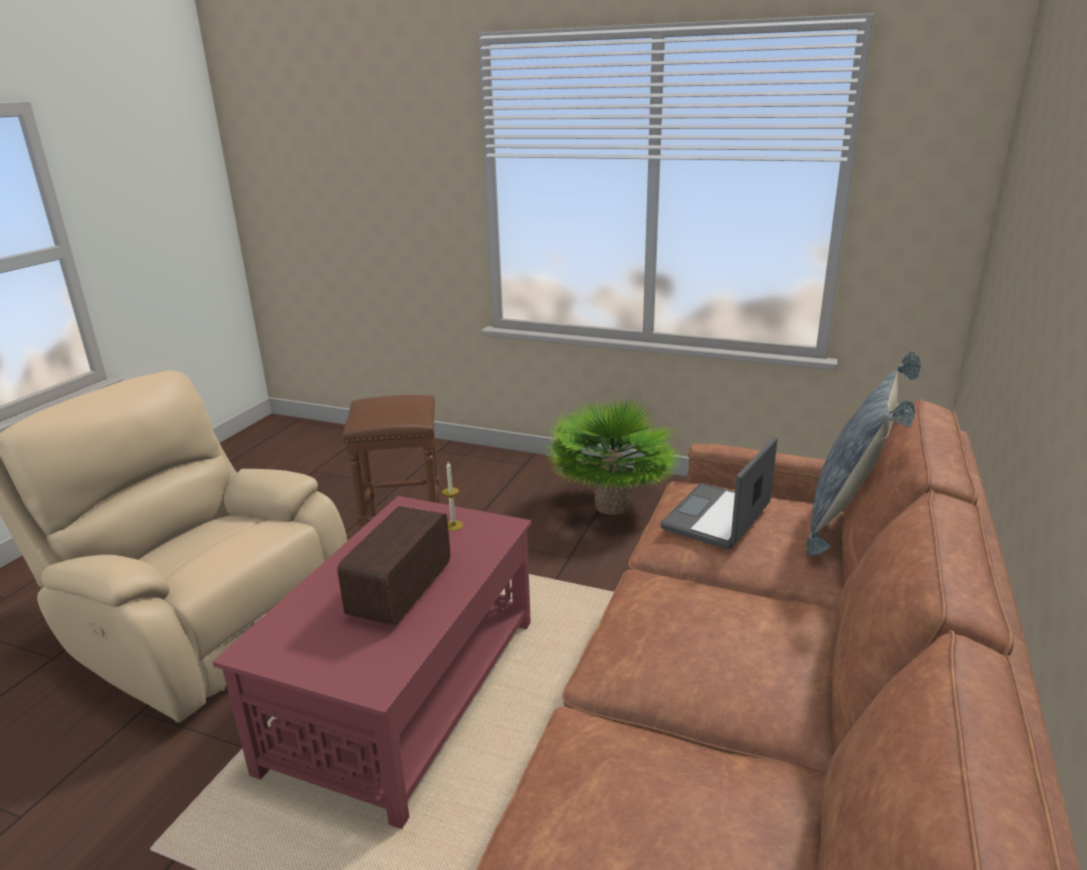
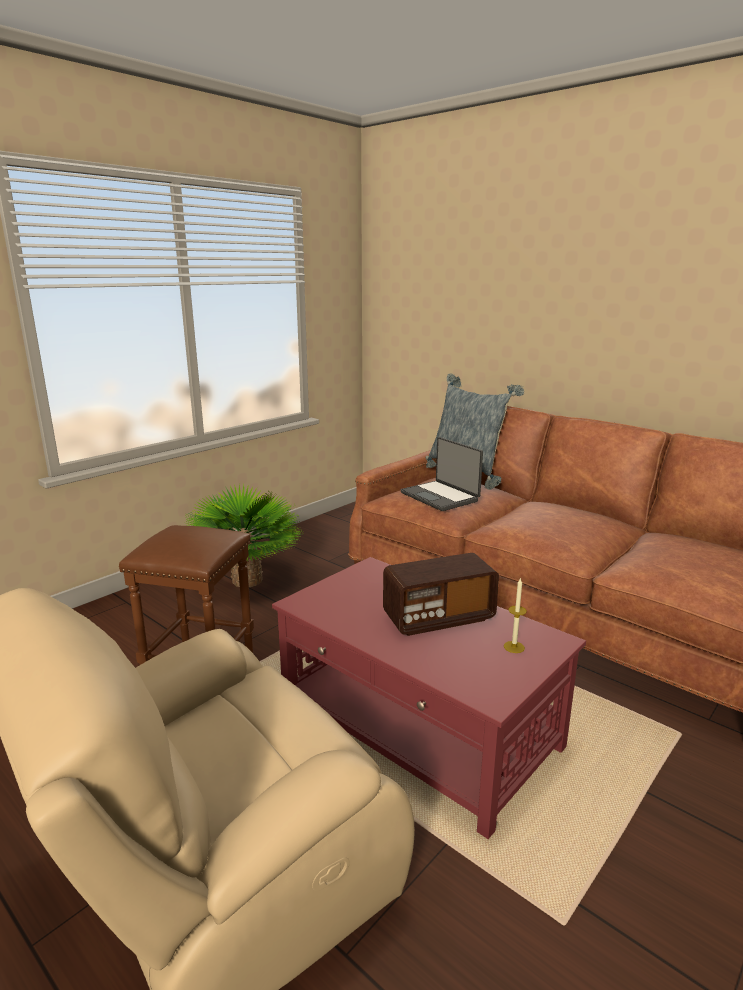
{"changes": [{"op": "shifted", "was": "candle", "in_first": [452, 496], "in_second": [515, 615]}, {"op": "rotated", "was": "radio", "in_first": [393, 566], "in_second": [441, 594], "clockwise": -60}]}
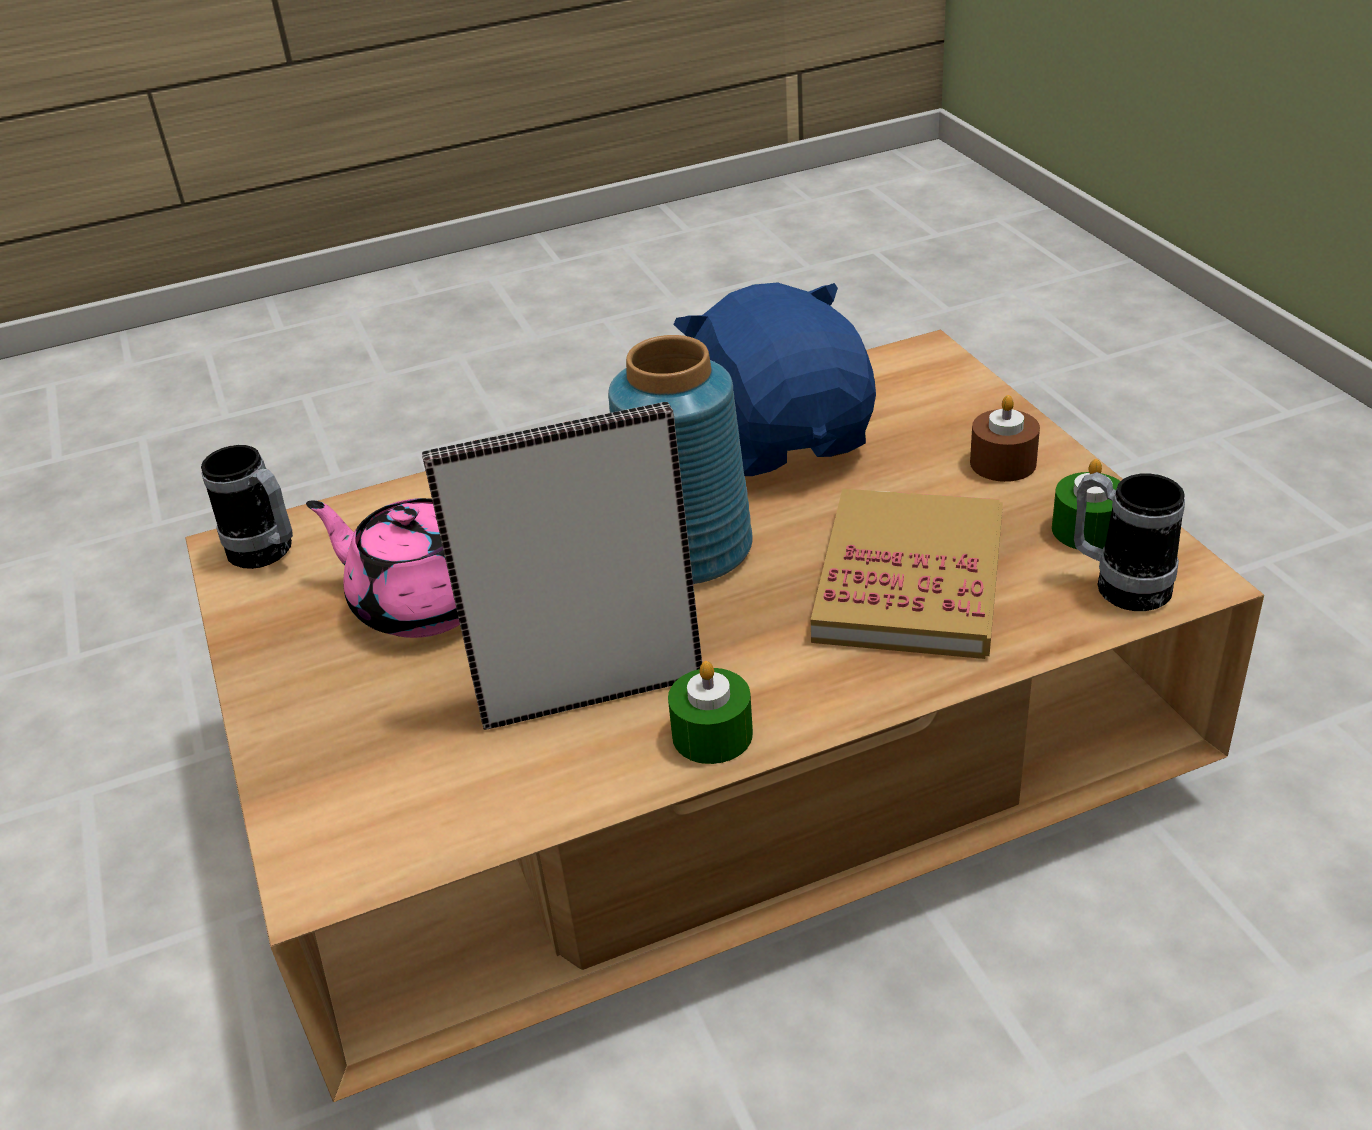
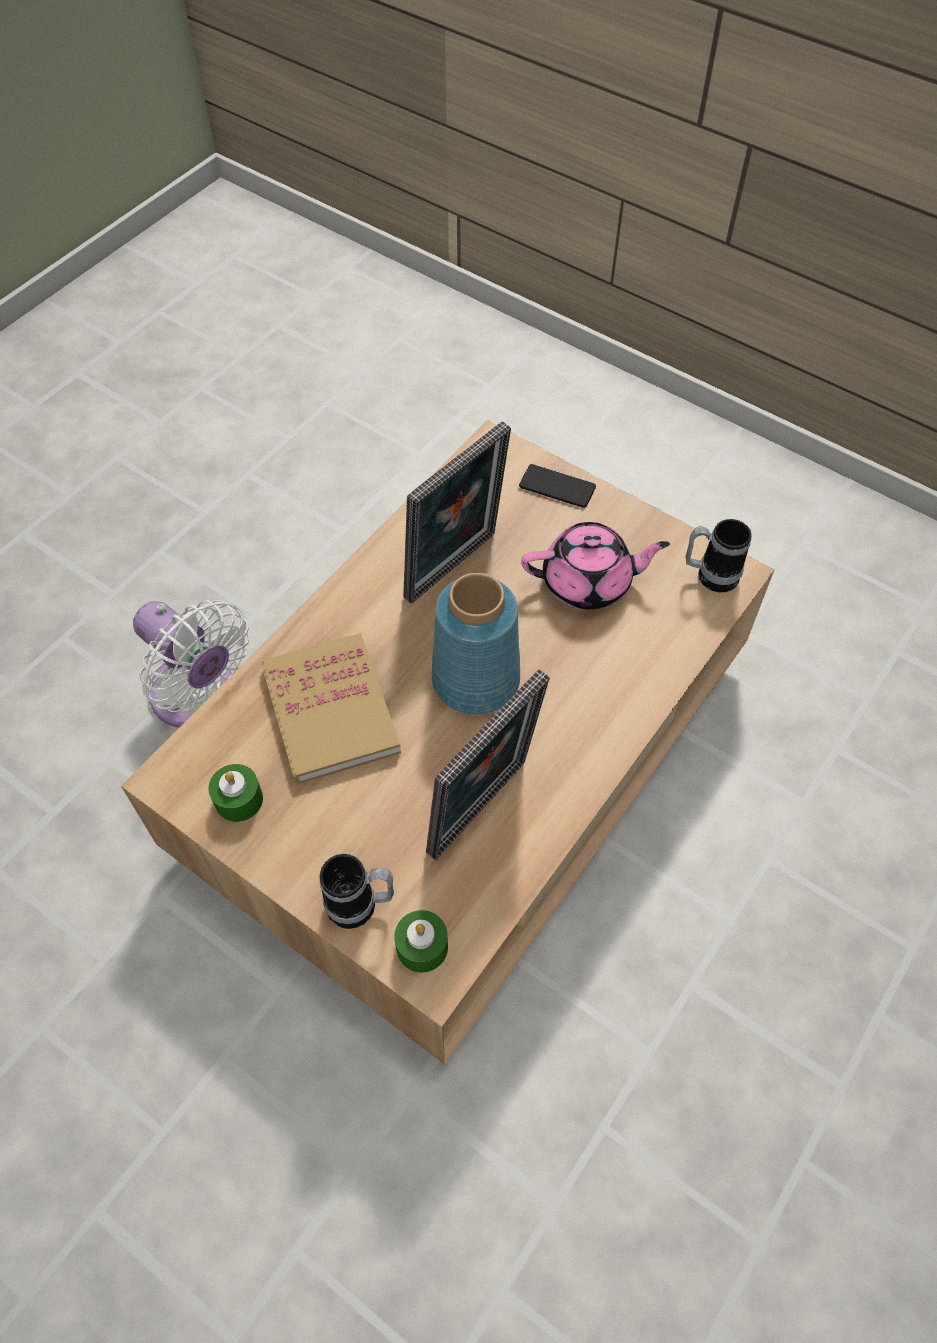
{"changes": [{"op": "gone", "was": "candle (brown)", "in_first": [1005, 438]}, {"op": "new", "now": "fan (white)", "in_second": [191, 663]}, {"op": "new", "now": "phone", "in_second": [557, 486]}, {"op": "shifted", "was": "candle (green)", "in_first": [710, 712], "in_second": [421, 941]}, {"op": "shifted", "was": "mug", "in_first": [1129, 541], "in_second": [356, 891]}, {"op": "swapped", "was": "plush toy (blue)", "now": "picture frame", "in_first": [774, 379], "in_second": [488, 764]}]}
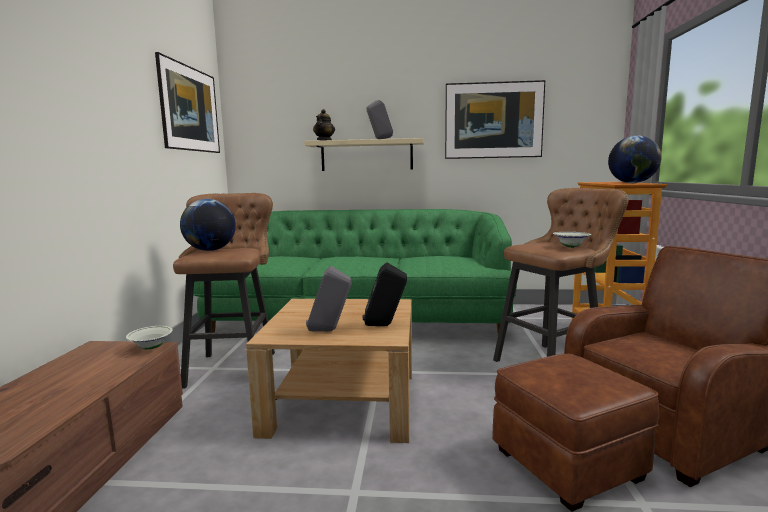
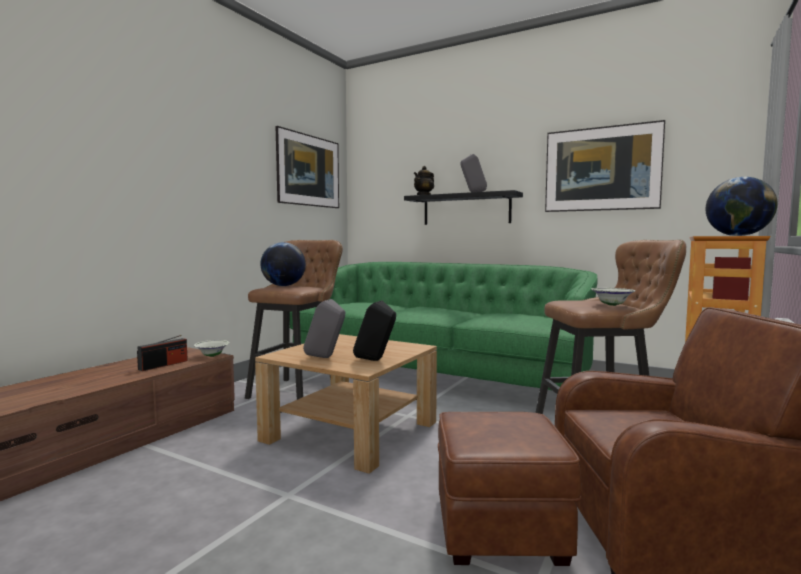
{"changes": [{"op": "new", "now": "radio", "in_second": [162, 353]}, {"op": "repainted", "was": "shelf (beige)", "now": "shelf (black)", "in_first": [364, 154], "in_second": [463, 207]}]}
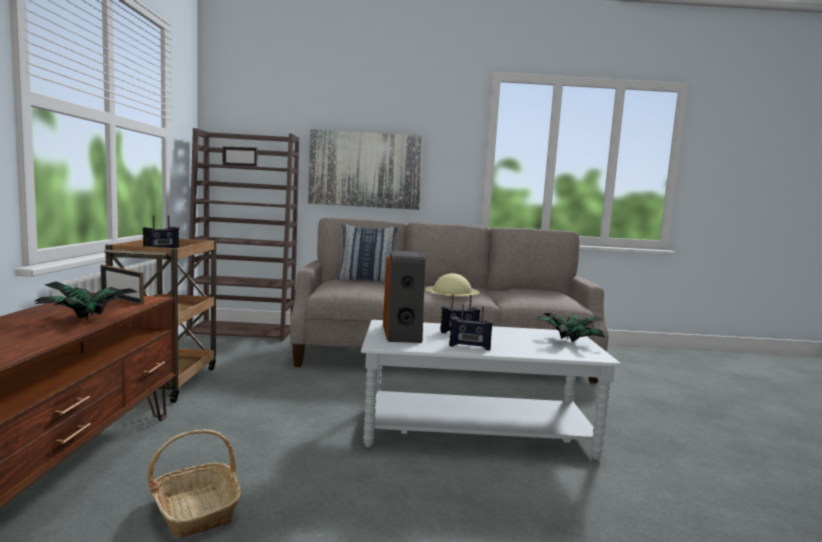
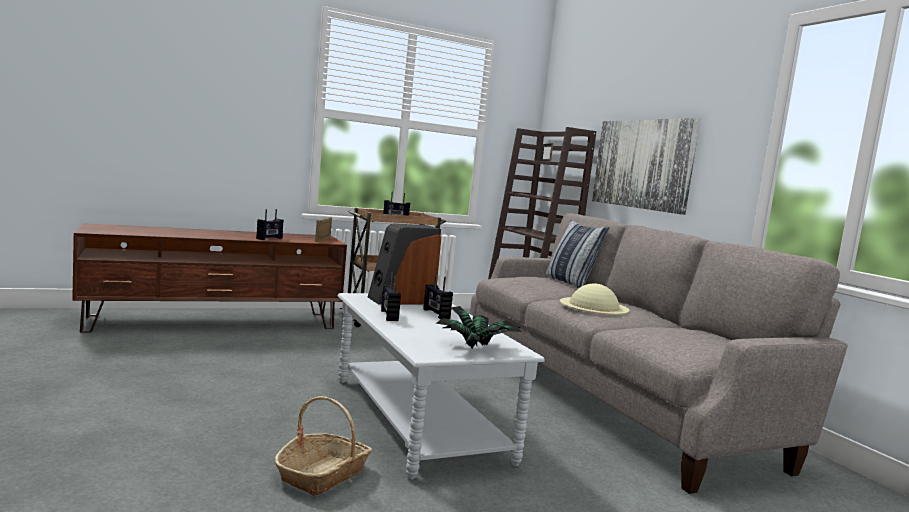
{"changes": [{"op": "shifted", "was": "basket", "in_first": [195, 484], "in_second": [323, 446]}, {"op": "swapped", "was": "potted plant", "now": "radio", "in_first": [86, 301], "in_second": [270, 224]}]}
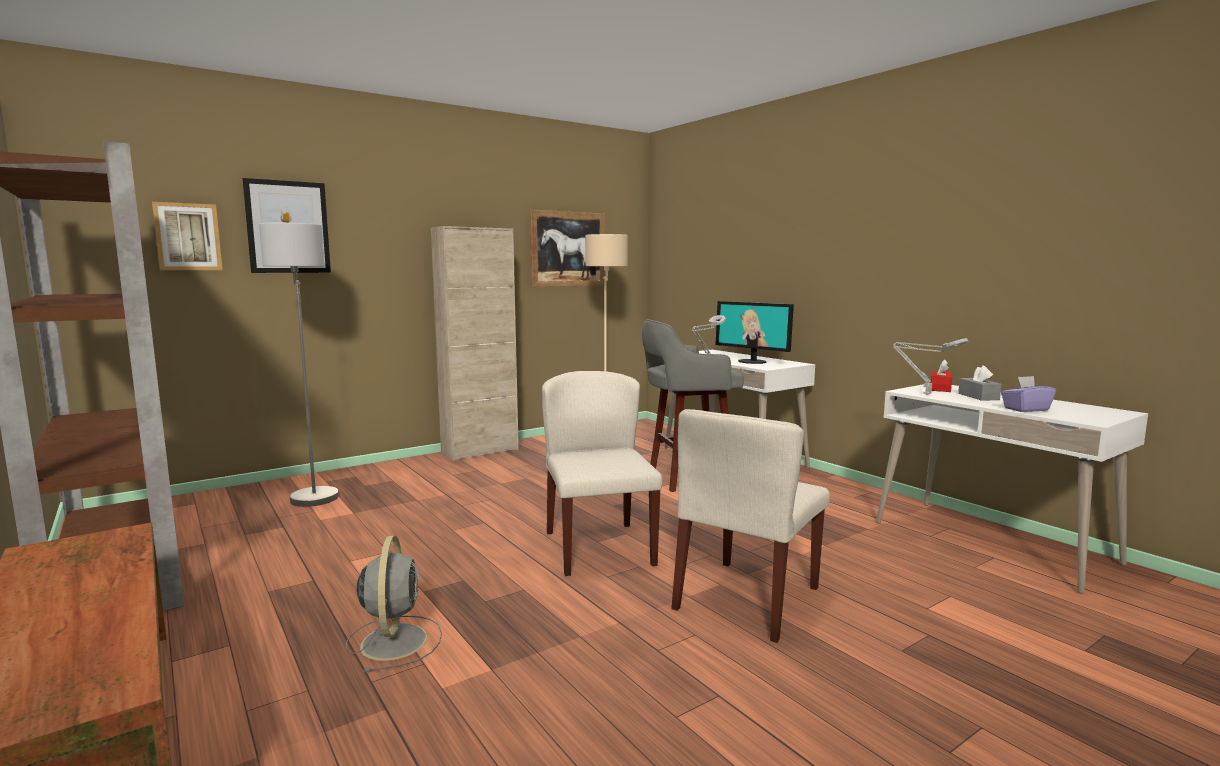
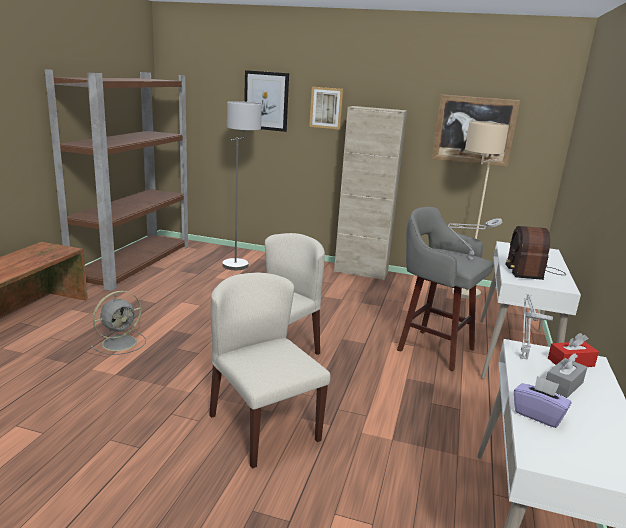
{"changes": [{"op": "shifted", "was": "picture", "in_first": [187, 236], "in_second": [326, 108]}, {"op": "swapped", "was": "monitor", "now": "radio", "in_first": [755, 332], "in_second": [535, 253]}, {"op": "rotated", "was": "chair (beige)", "in_first": [750, 526], "in_second": [270, 370], "clockwise": 60}]}
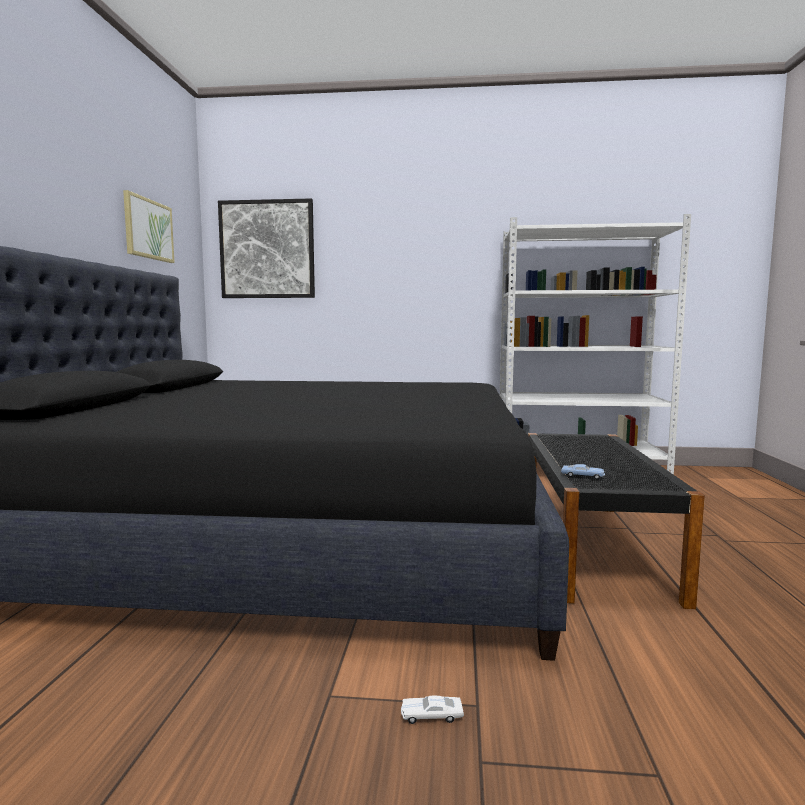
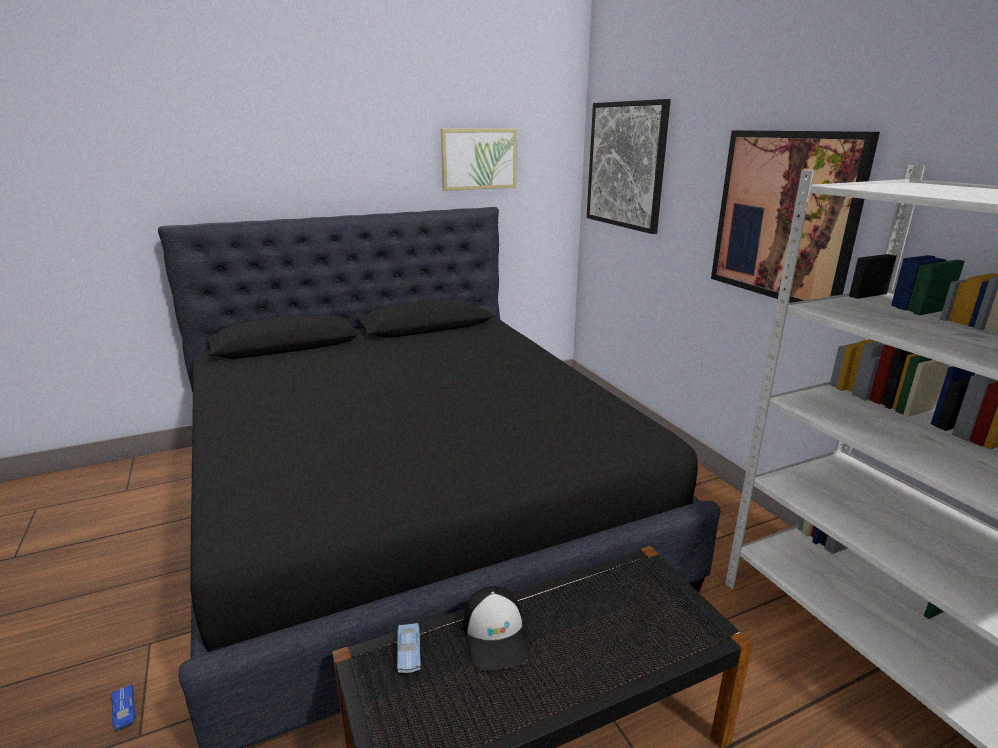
{"changes": [{"op": "new", "now": "cap", "in_second": [497, 628]}, {"op": "new", "now": "picture", "in_second": [795, 216]}, {"op": "repainted", "was": "toy car (white)", "now": "toy car (blue)", "in_first": [432, 710], "in_second": [123, 707]}]}
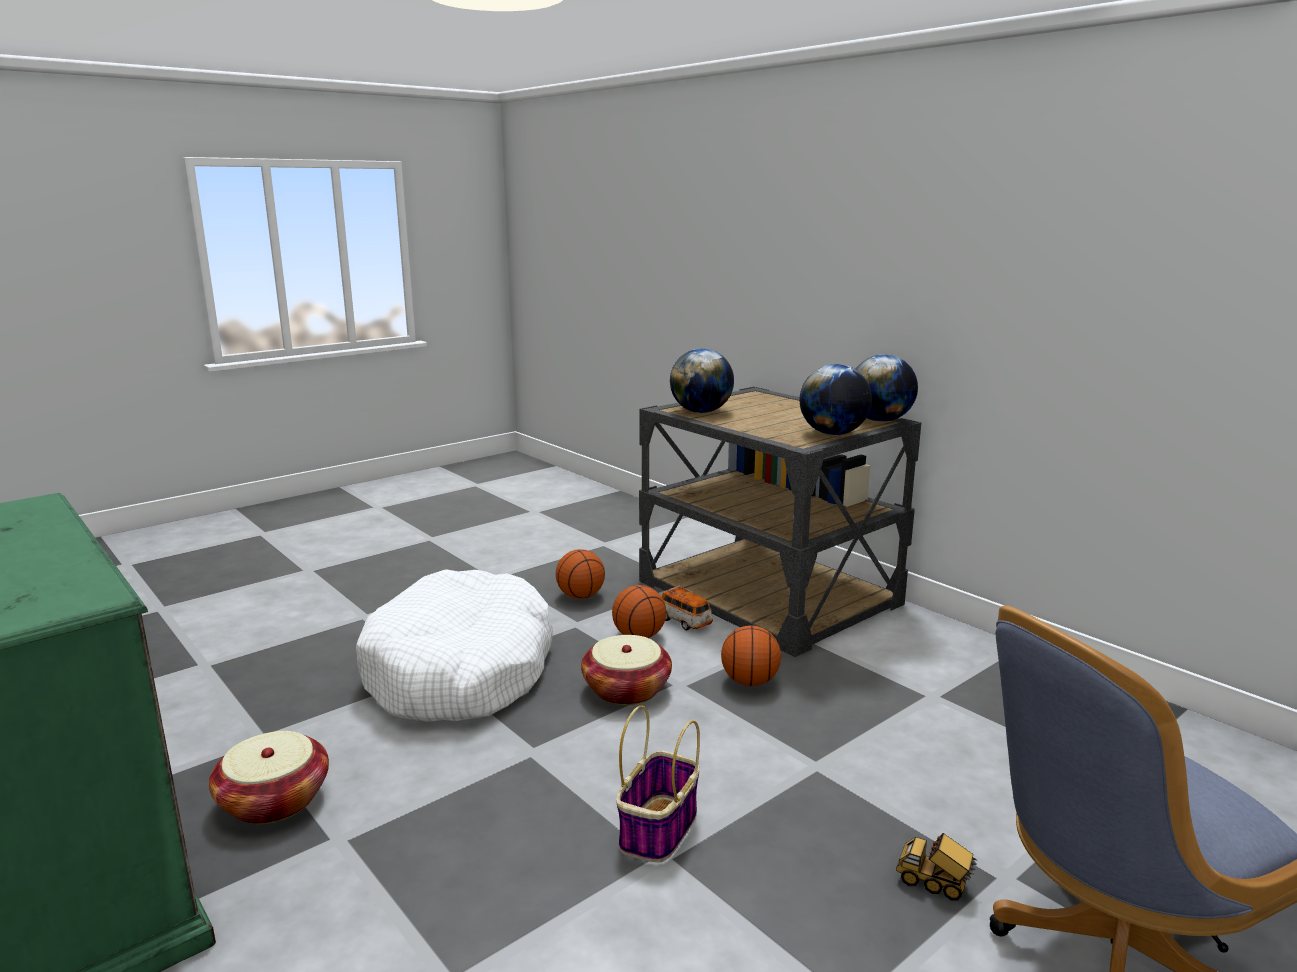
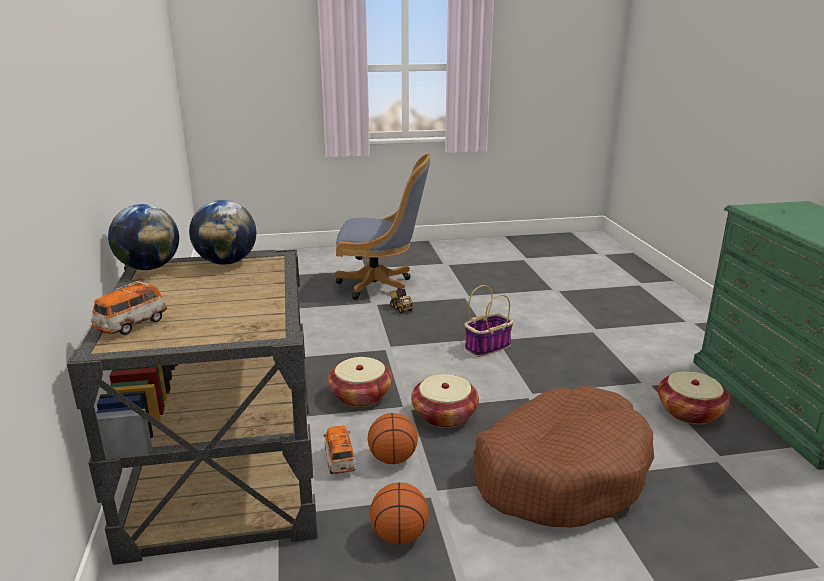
{"changes": [{"op": "gone", "was": "globe", "in_first": [702, 380]}, {"op": "new", "now": "toy car", "in_second": [129, 307]}, {"op": "swapped", "was": "basketball", "now": "basket", "in_first": [751, 655], "in_second": [360, 382]}, {"op": "repainted", "was": "dog bed (white)", "now": "dog bed (brown)", "in_first": [454, 645], "in_second": [563, 456]}]}
